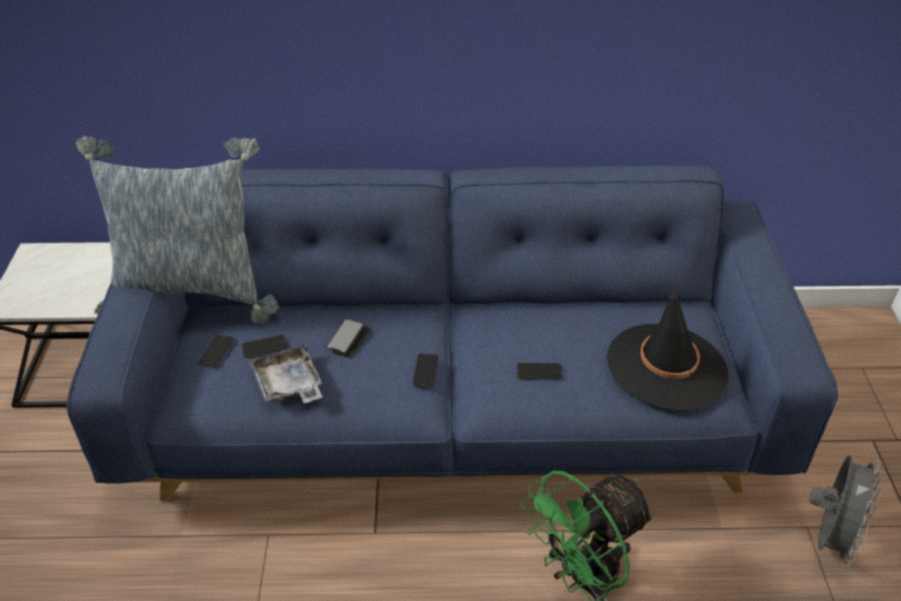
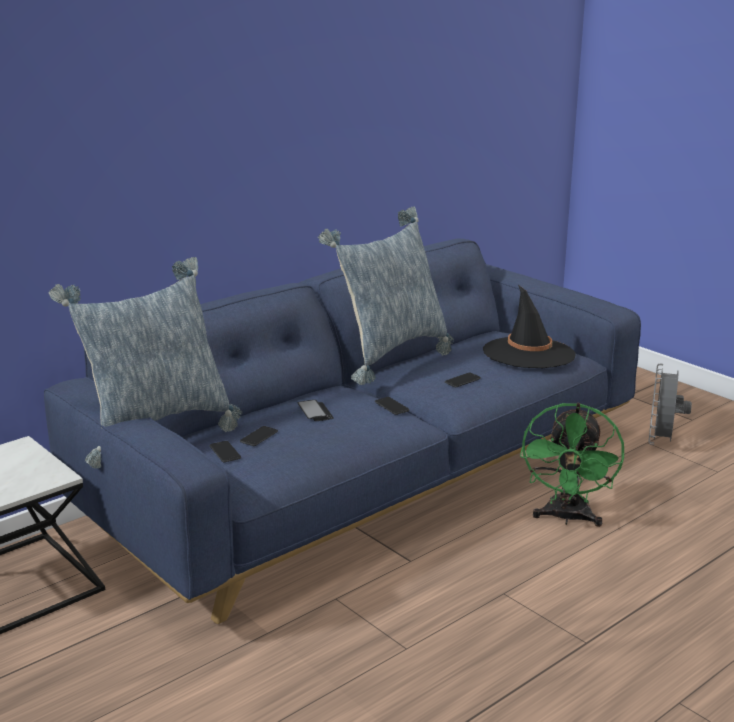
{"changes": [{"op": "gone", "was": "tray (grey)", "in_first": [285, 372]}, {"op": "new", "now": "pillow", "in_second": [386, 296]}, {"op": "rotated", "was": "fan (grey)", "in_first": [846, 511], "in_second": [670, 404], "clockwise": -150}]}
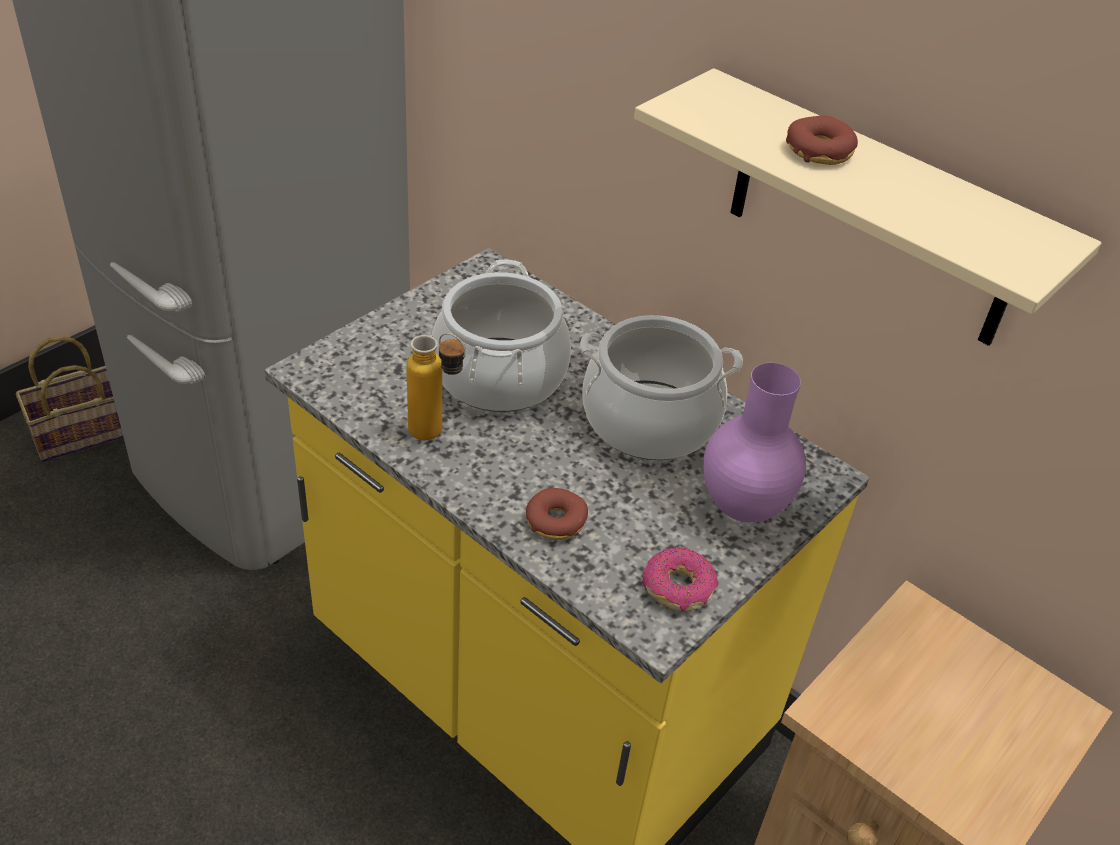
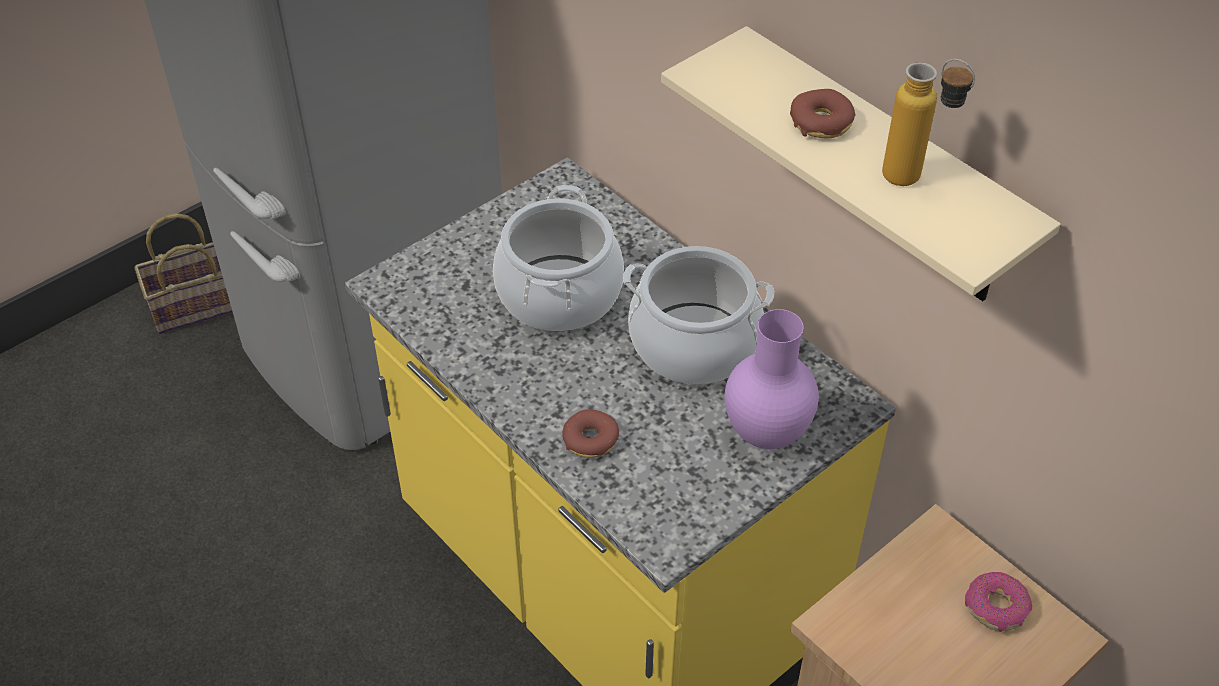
{"changes": [{"op": "shifted", "was": "bottle", "in_first": [436, 386], "in_second": [928, 122]}, {"op": "shifted", "was": "donut", "in_first": [680, 579], "in_second": [999, 602]}]}
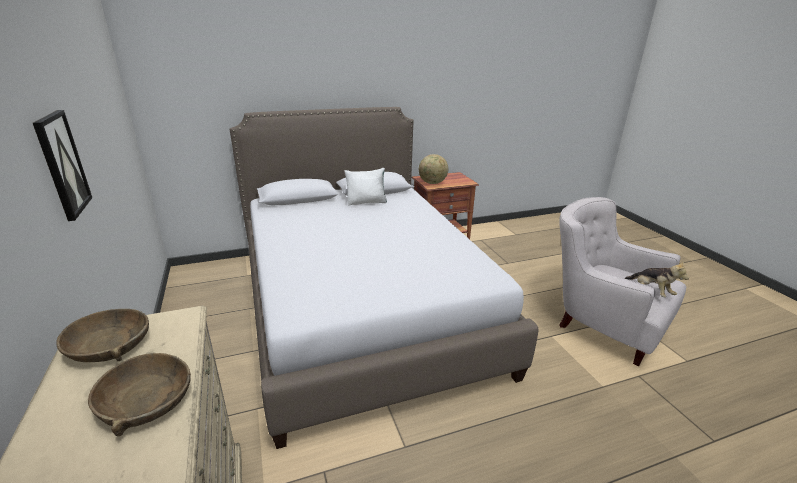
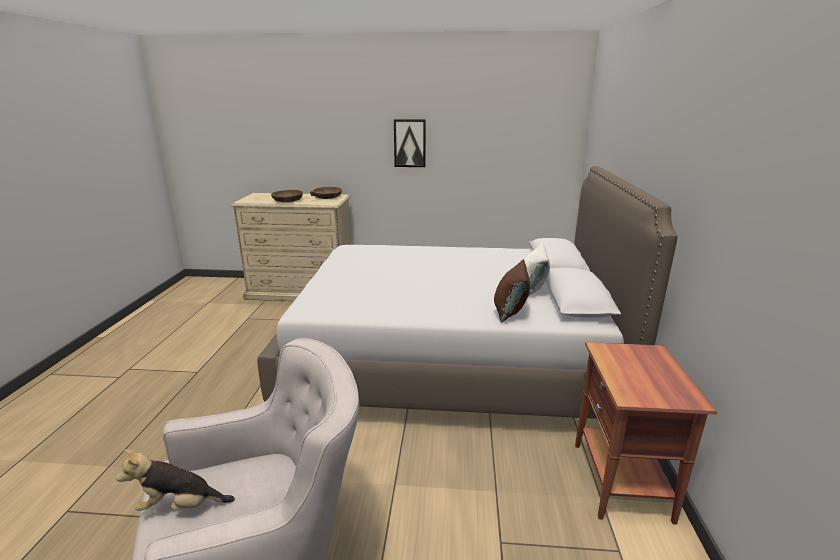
{"changes": [{"op": "gone", "was": "globe", "in_first": [433, 169]}, {"op": "new", "now": "pillow (brown)", "in_second": [512, 291]}]}
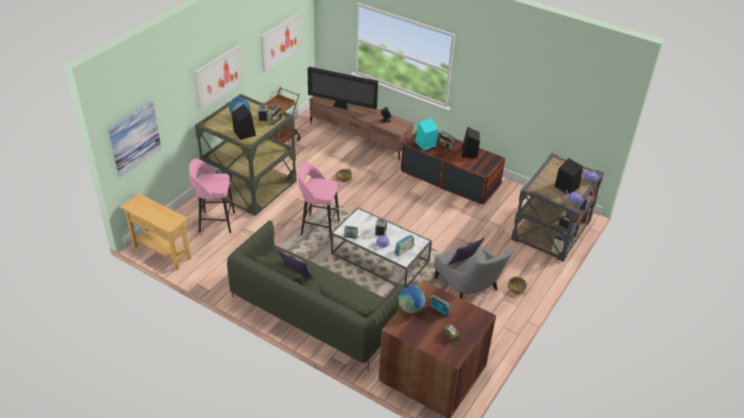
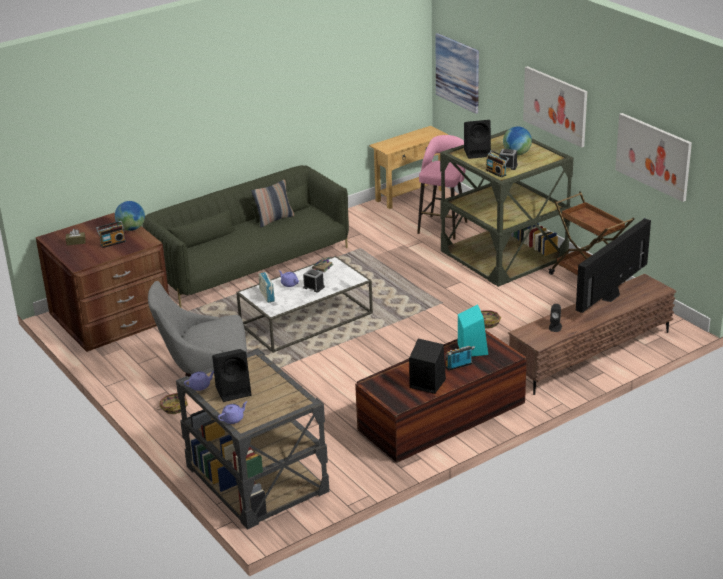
{"changes": [{"op": "gone", "was": "stool (pink)", "in_first": [319, 201]}, {"op": "gone", "was": "pillow", "in_first": [466, 251]}]}
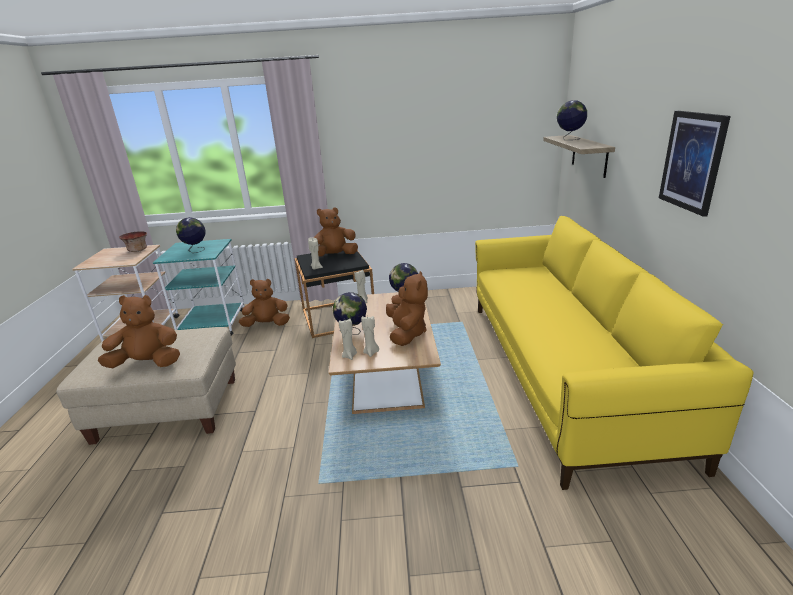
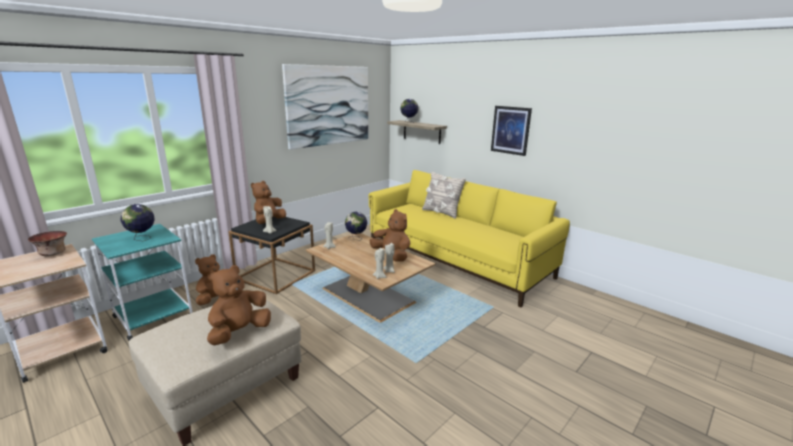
{"changes": [{"op": "gone", "was": "globe", "in_first": [350, 313]}, {"op": "new", "now": "picture", "in_second": [325, 106]}, {"op": "new", "now": "pillow (beige)", "in_second": [444, 195]}]}
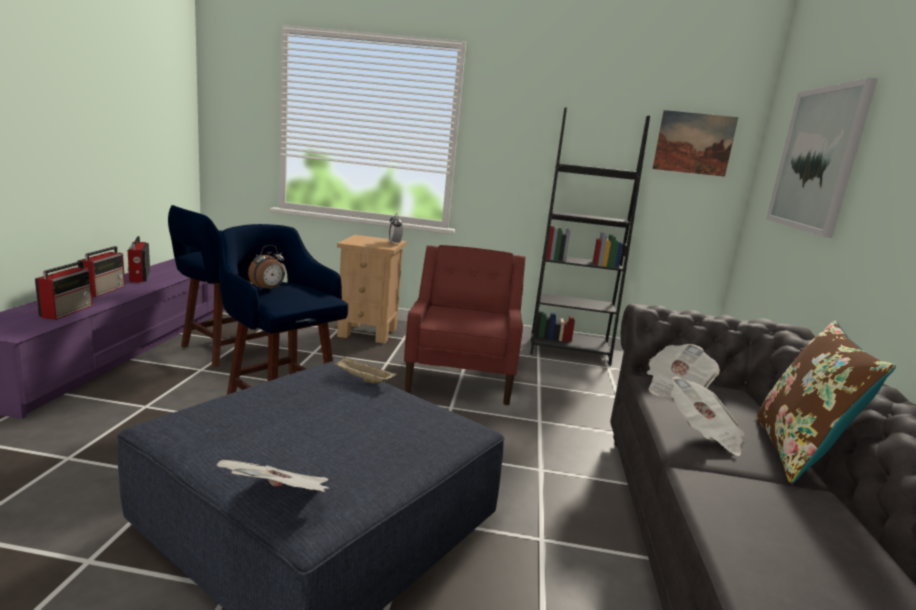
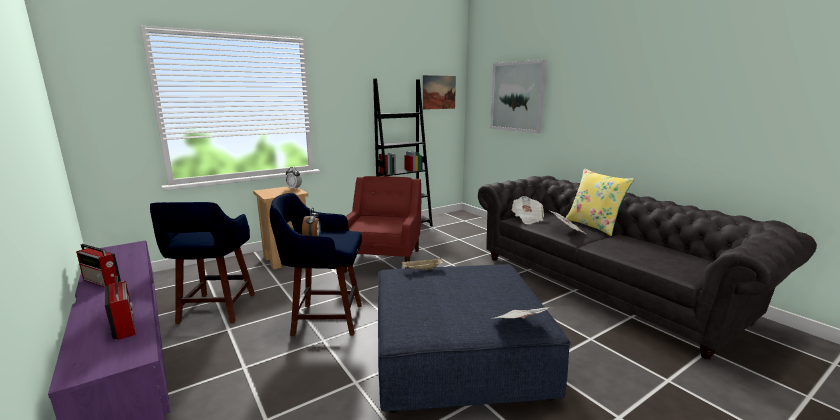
{"changes": [{"op": "gone", "was": "radio", "in_first": [101, 271]}, {"op": "repainted", "was": "pillow (brown)", "now": "pillow (yellow)", "in_first": [825, 402], "in_second": [599, 202]}, {"op": "rotated", "was": "armchair (red)", "in_first": [464, 325], "in_second": [382, 224], "clockwise": 45}]}
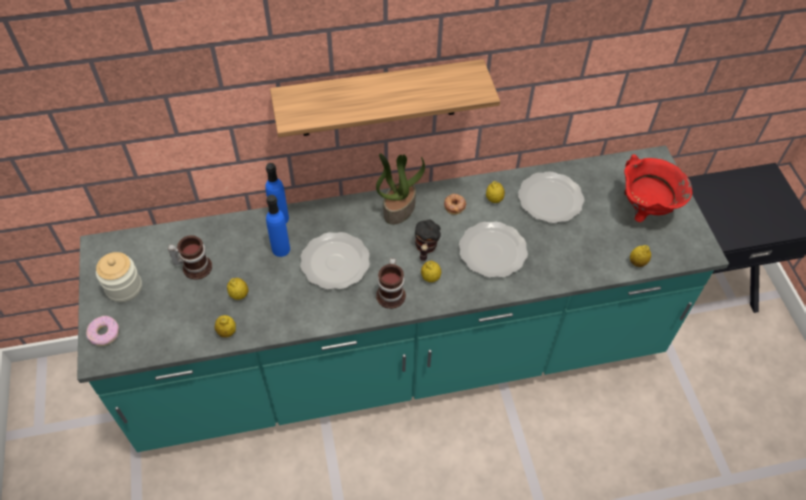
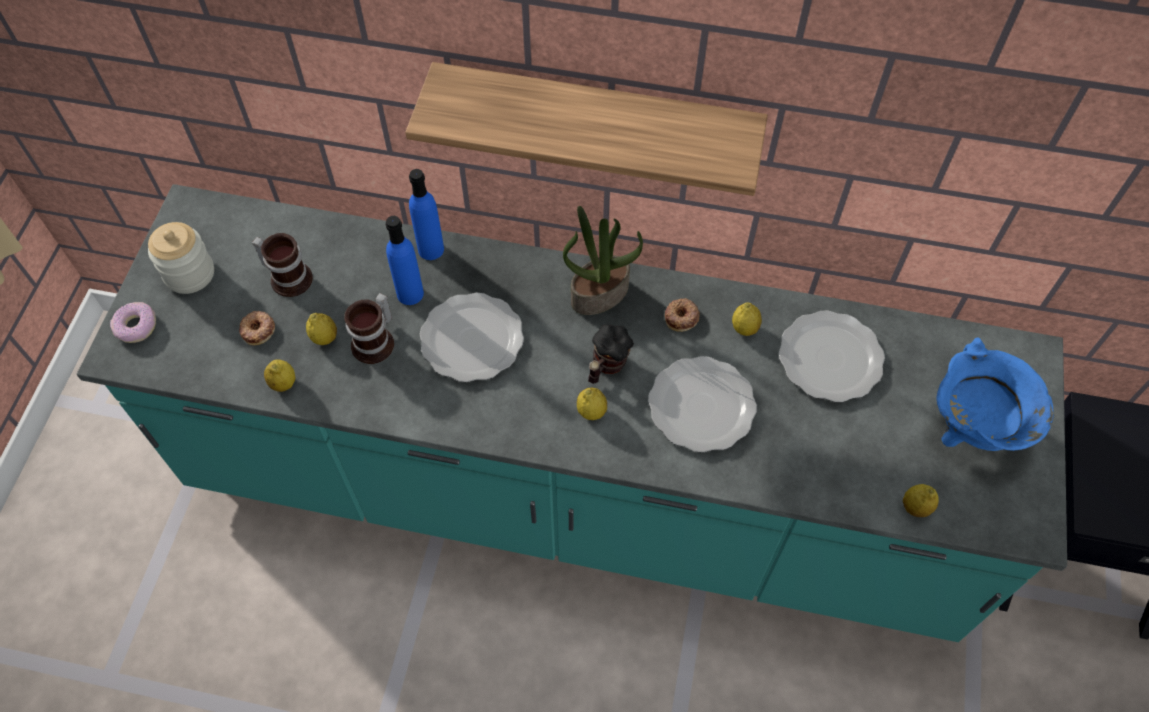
{"changes": [{"op": "new", "now": "donut", "in_second": [257, 328]}, {"op": "shifted", "was": "mug", "in_first": [391, 283], "in_second": [369, 328]}, {"op": "repainted", "was": "cooking pot (red)", "now": "cooking pot (blue)", "in_first": [658, 188], "in_second": [995, 394]}]}
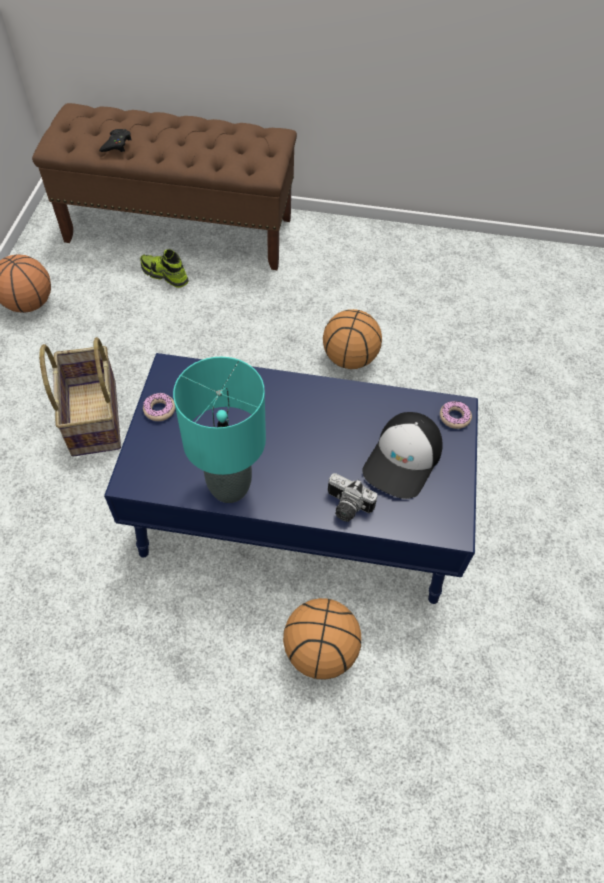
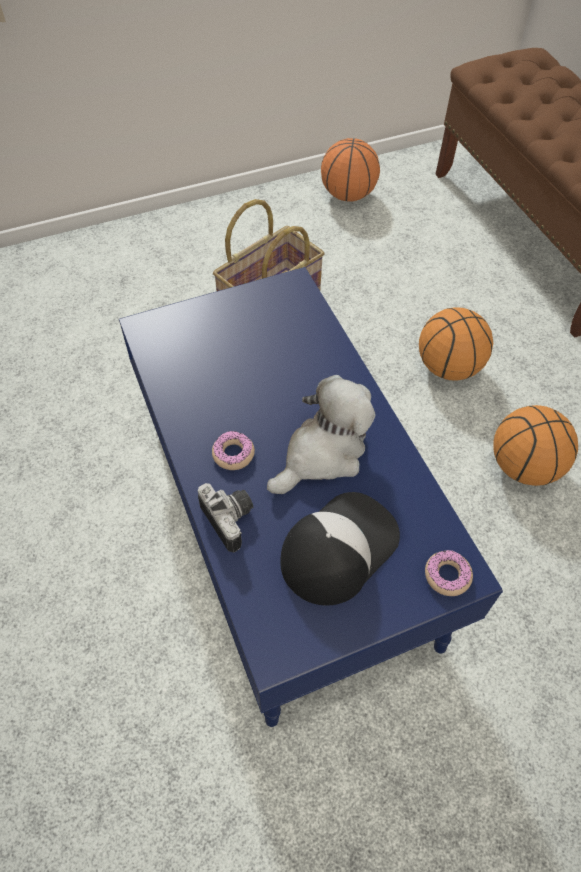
{"changes": [{"op": "gone", "was": "game controller (black)", "in_first": [115, 140]}, {"op": "gone", "was": "shoe", "in_first": [164, 268]}, {"op": "gone", "was": "table lamp (turquoise)", "in_first": [219, 430]}, {"op": "new", "now": "plush toy", "in_second": [321, 434]}, {"op": "shifted", "was": "donut", "in_first": [159, 407], "in_second": [233, 450]}, {"op": "shifted", "was": "basketball", "in_first": [322, 639], "in_second": [456, 344]}, {"op": "rotated", "was": "photo camera", "in_first": [352, 497], "in_second": [225, 517], "clockwise": 150}, {"op": "rotated", "was": "cap", "in_first": [402, 455], "in_second": [340, 548], "clockwise": 135}]}
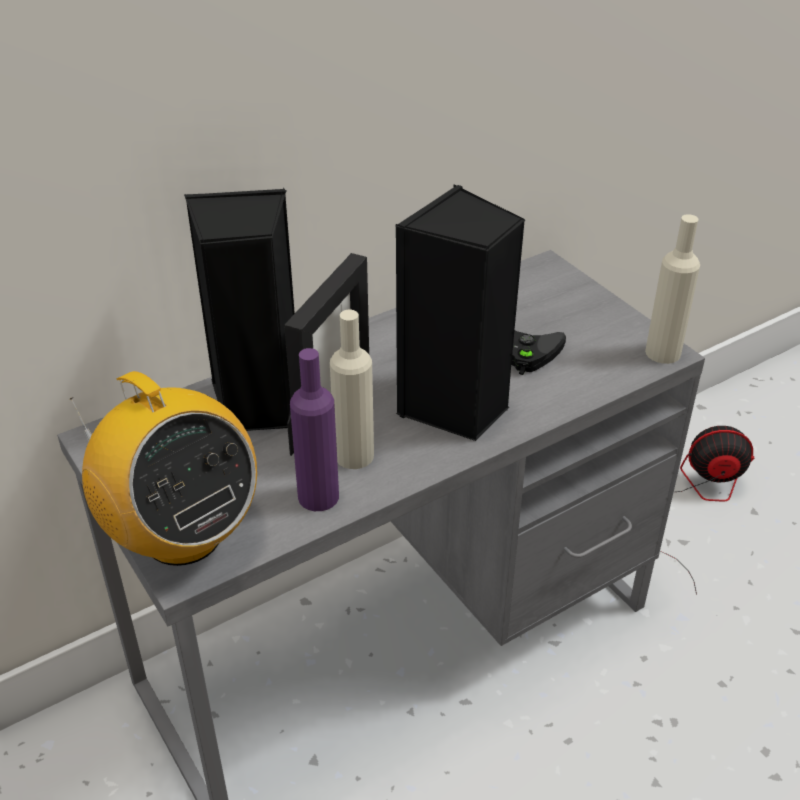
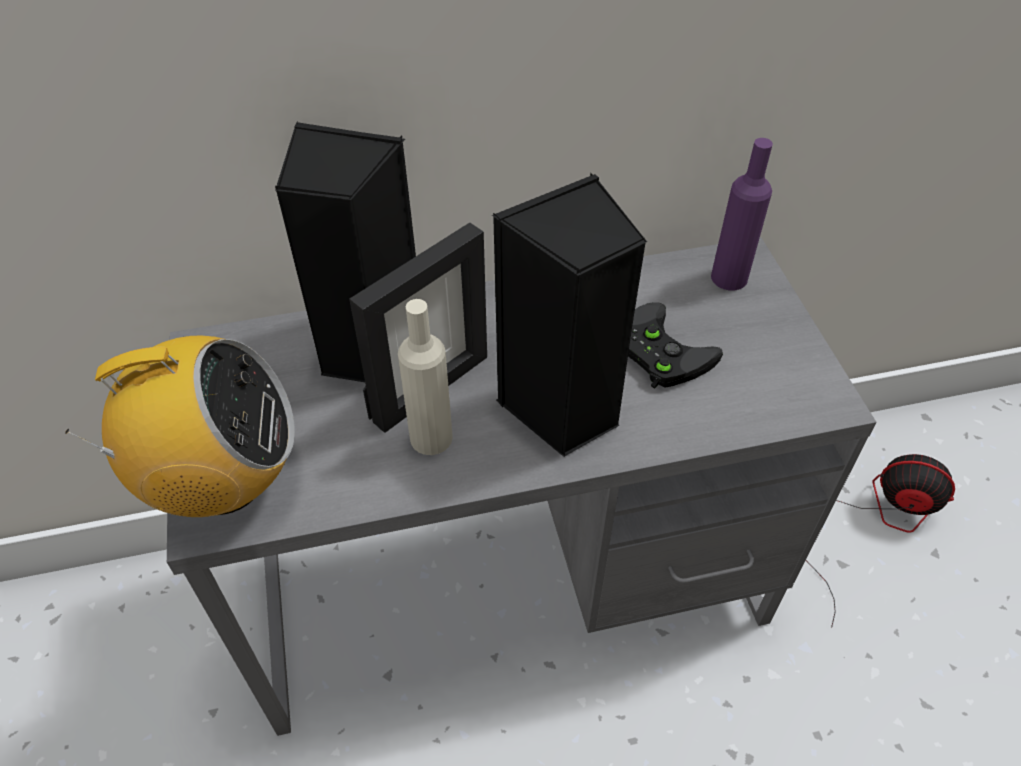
{"changes": [{"op": "gone", "was": "bottle (beige)", "in_first": [672, 289]}, {"op": "shifted", "was": "bottle (purple)", "in_first": [314, 429], "in_second": [742, 214]}, {"op": "rotated", "was": "radio", "in_first": [163, 468], "in_second": [180, 426], "clockwise": -75}]}
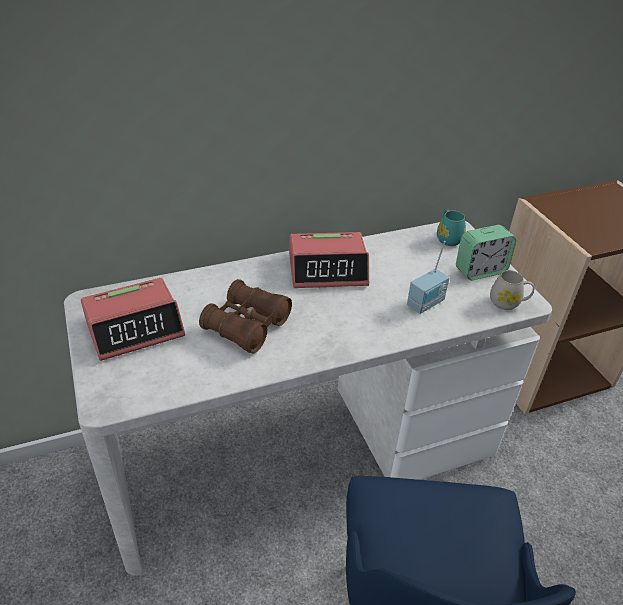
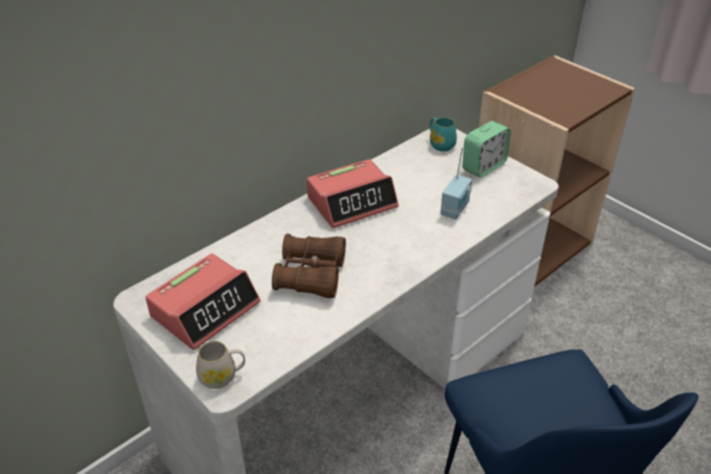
{"changes": [{"op": "shifted", "was": "mug (white)", "in_first": [512, 290], "in_second": [220, 365]}]}
